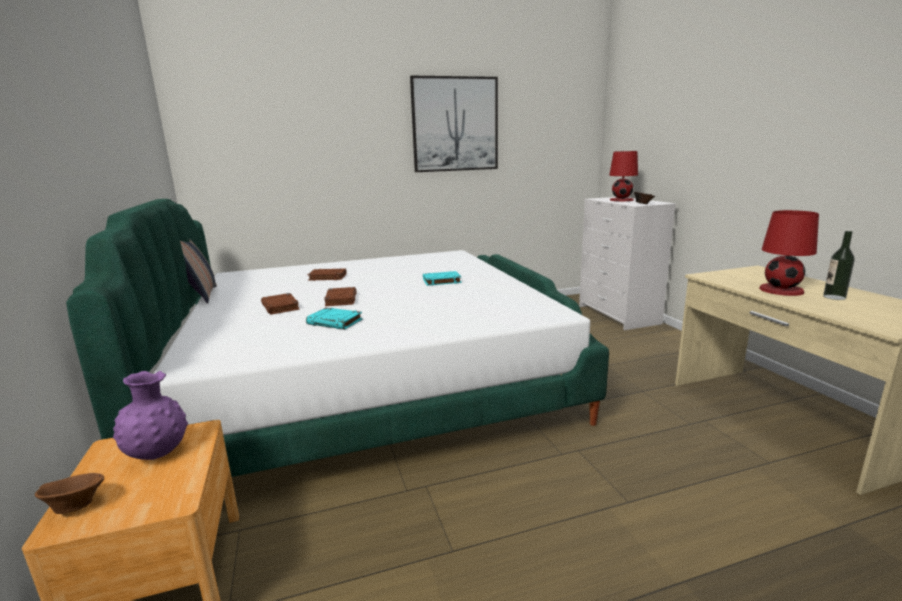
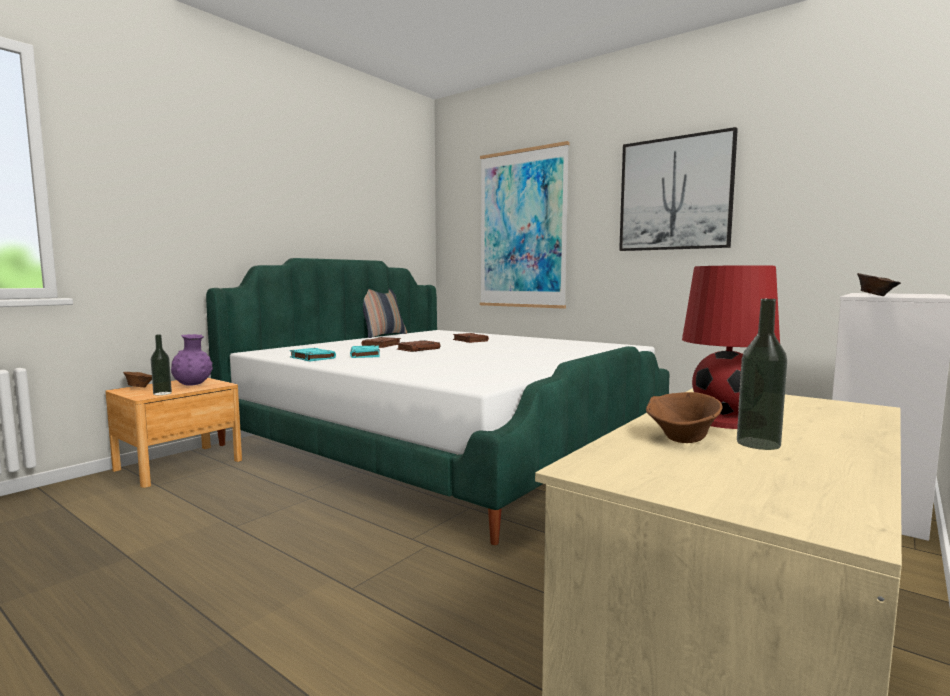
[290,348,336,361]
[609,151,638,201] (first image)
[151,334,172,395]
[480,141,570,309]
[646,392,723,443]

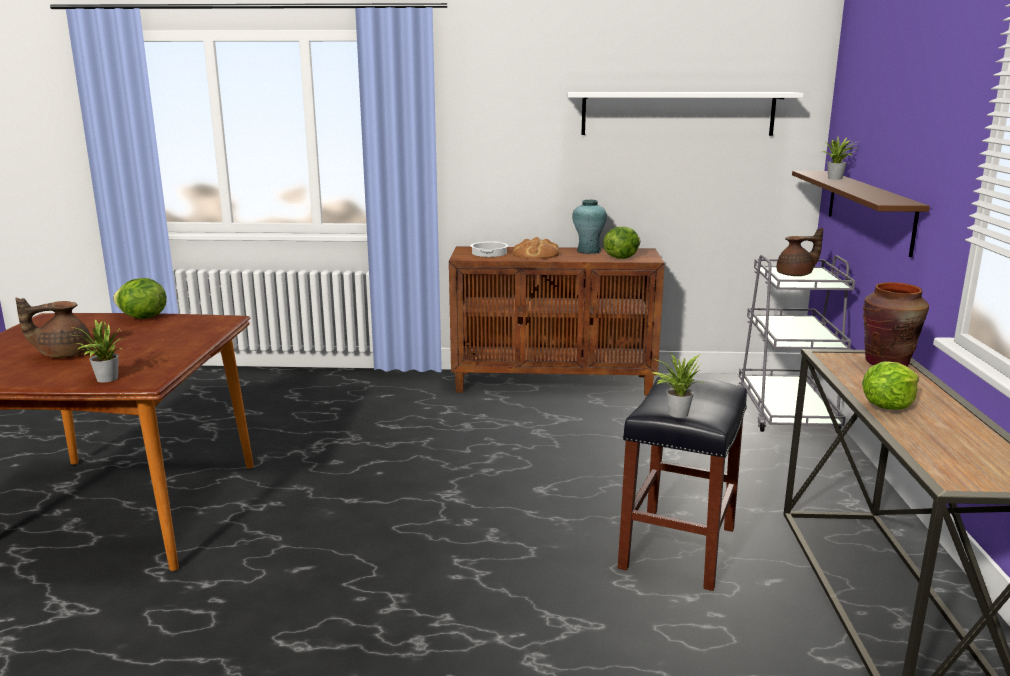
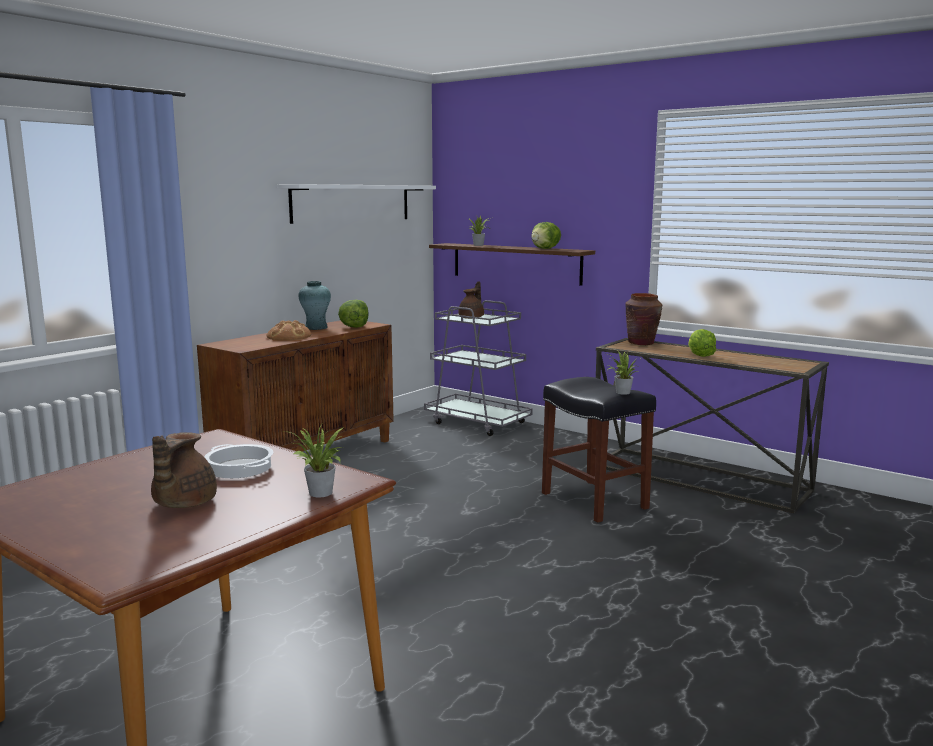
[531,222,561,249]
[204,444,274,478]

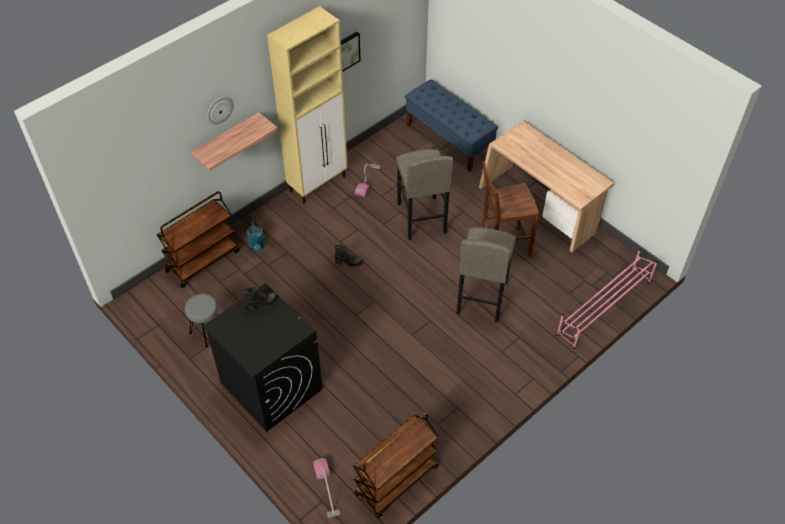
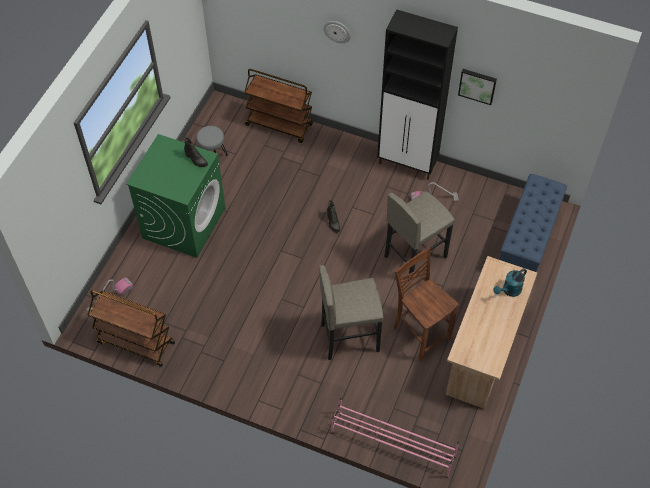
[191,112,278,171] (first image)
[126,134,225,258]
[493,268,527,297]
[377,9,458,180]

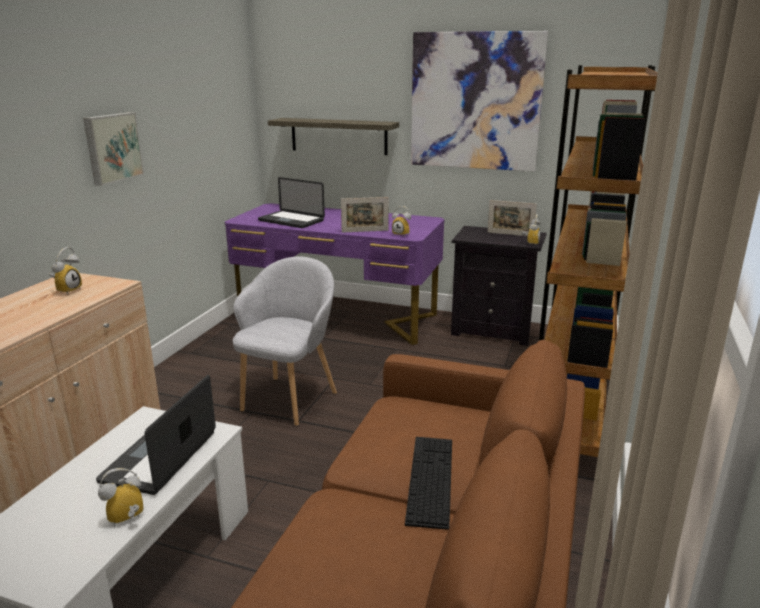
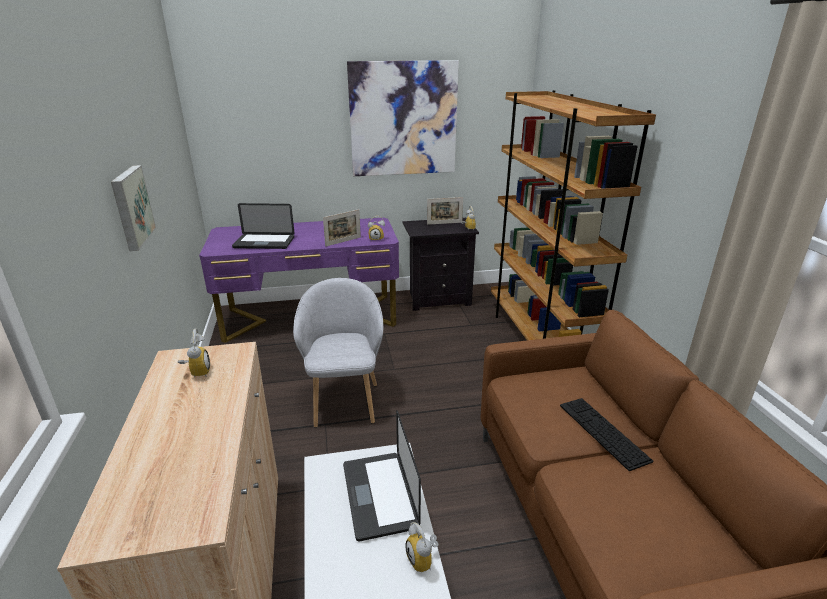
[405,522,438,572]
[268,118,399,155] (first image)

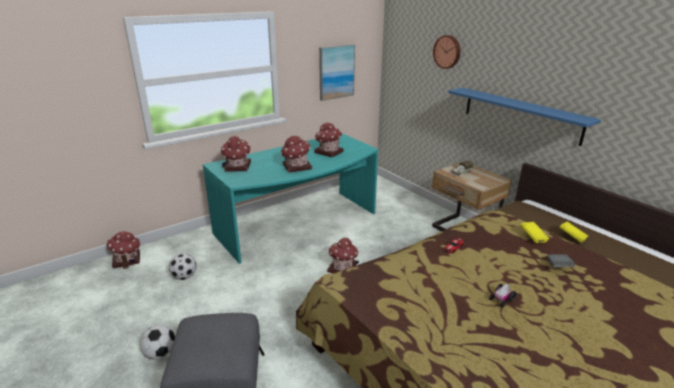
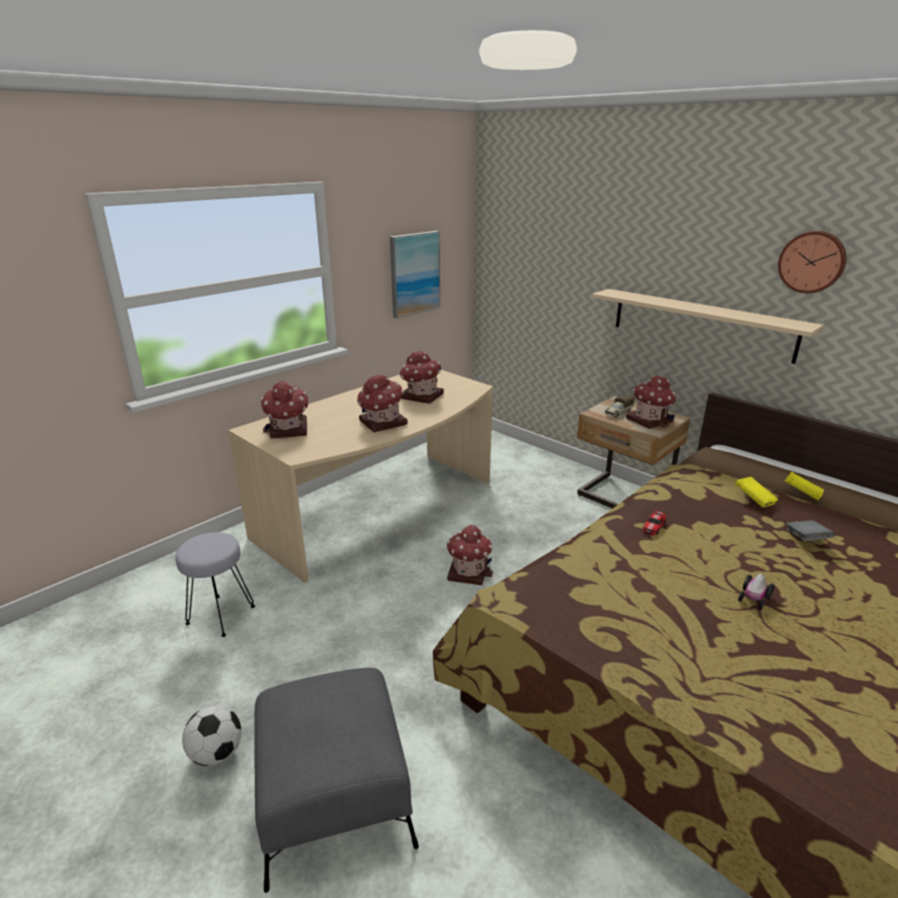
[626,376,676,429]
[176,532,255,637]
[228,370,493,583]
[778,231,847,293]
[592,289,824,364]

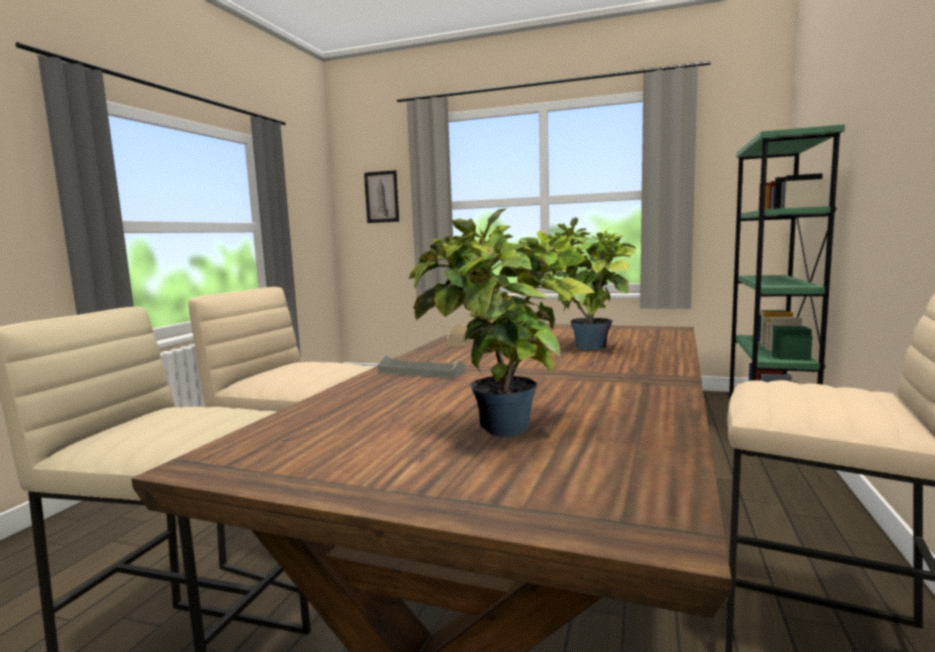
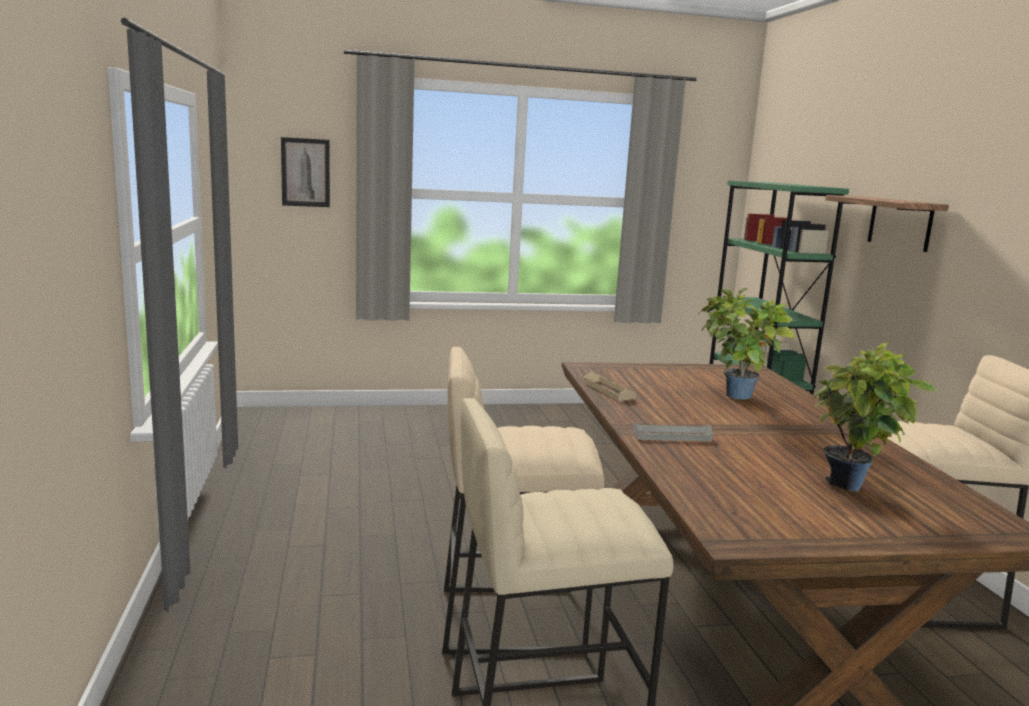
[826,195,949,252]

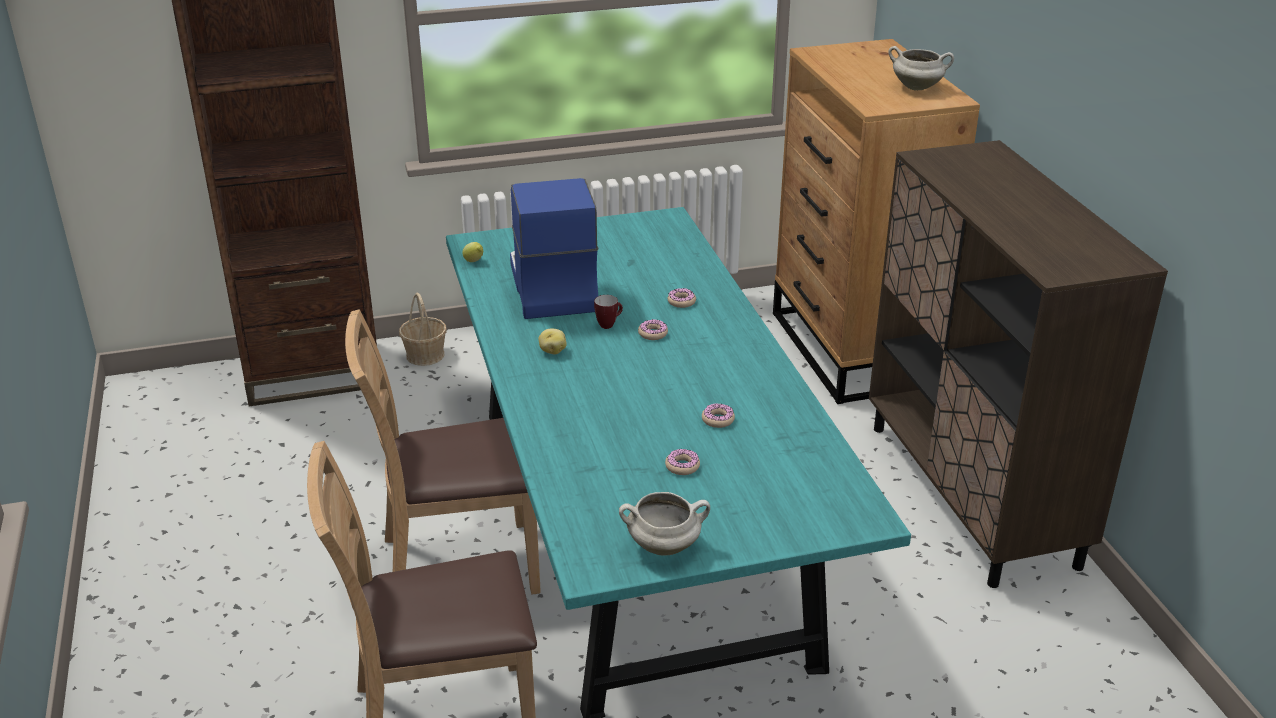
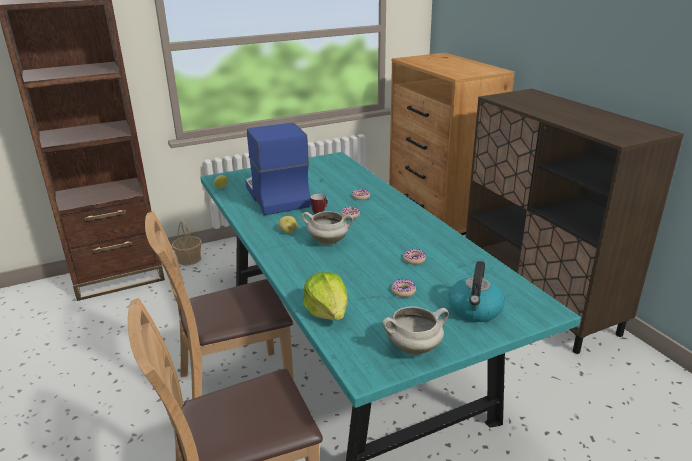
[302,211,354,245]
[303,272,348,320]
[449,261,505,322]

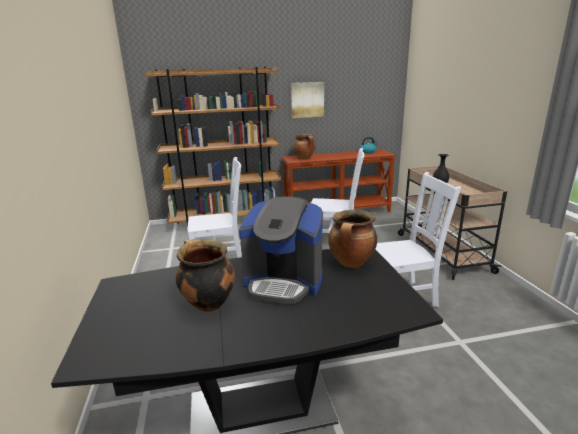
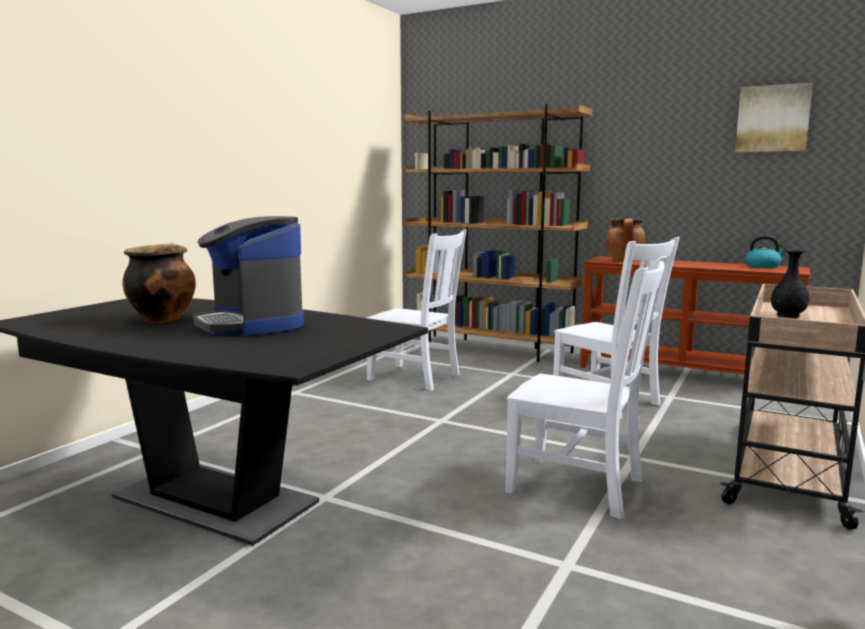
[735,83,813,152]
[328,210,377,268] (first image)

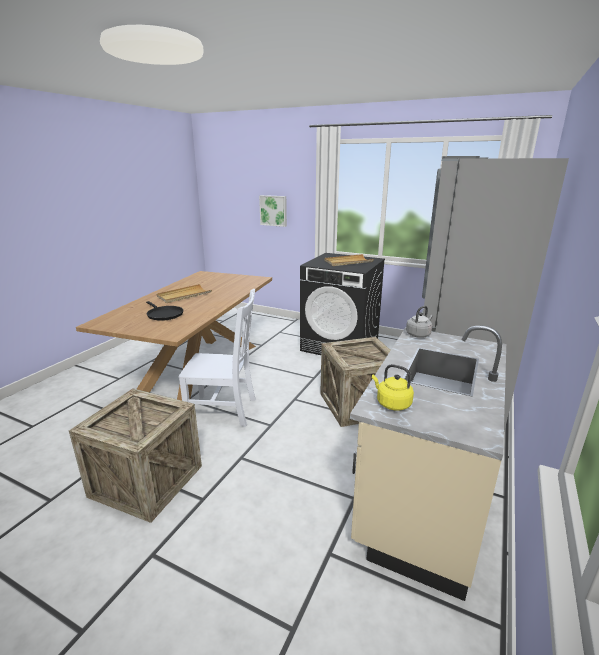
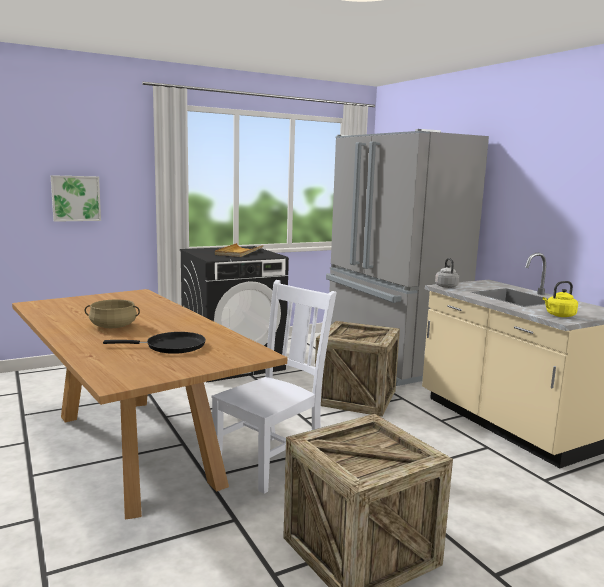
[85,299,140,328]

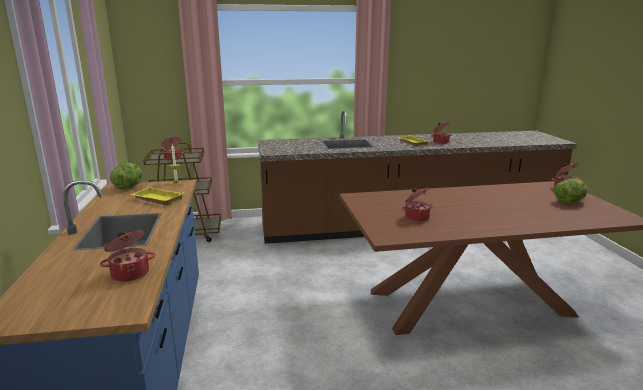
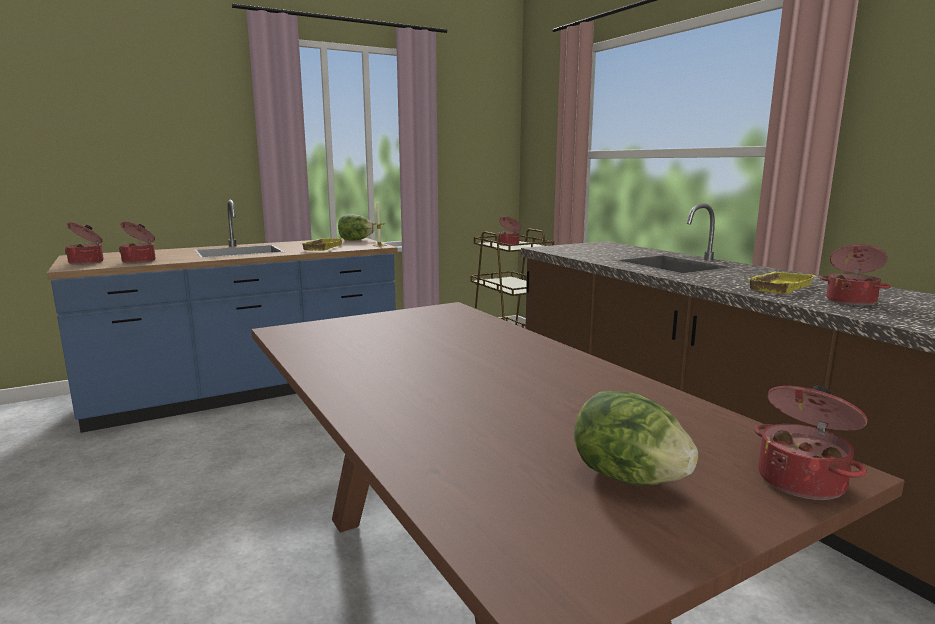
[64,222,104,265]

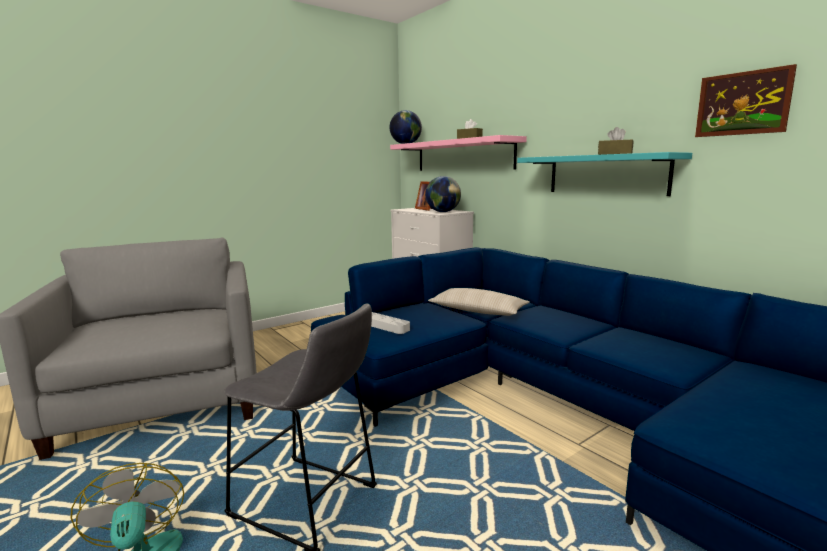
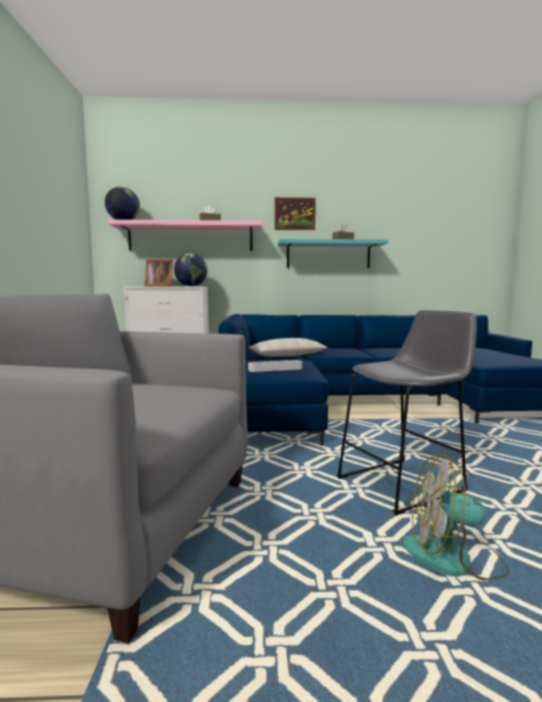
[274,197,316,230]

